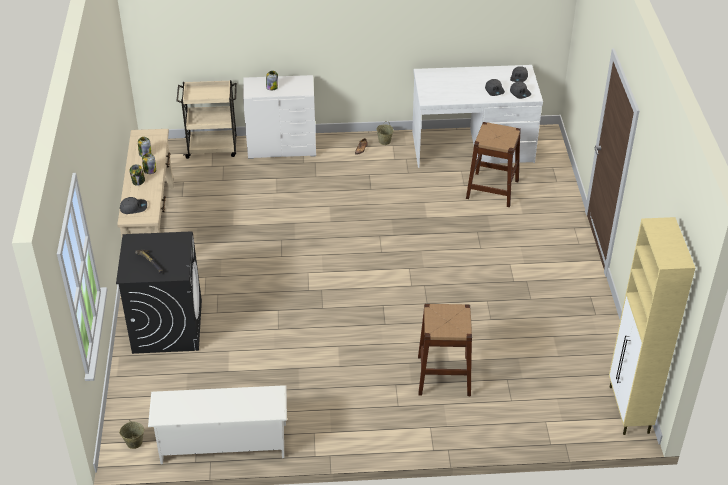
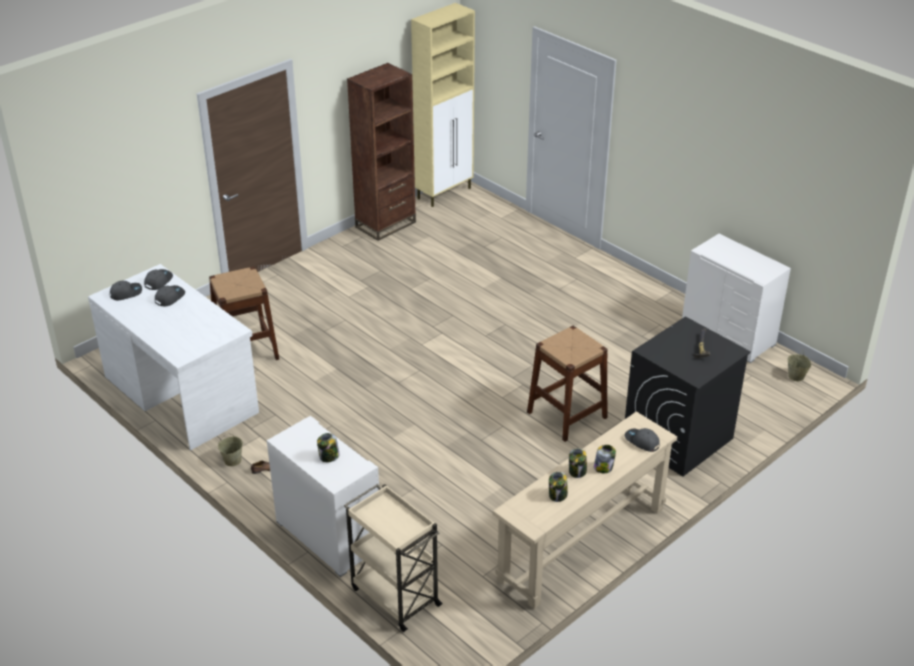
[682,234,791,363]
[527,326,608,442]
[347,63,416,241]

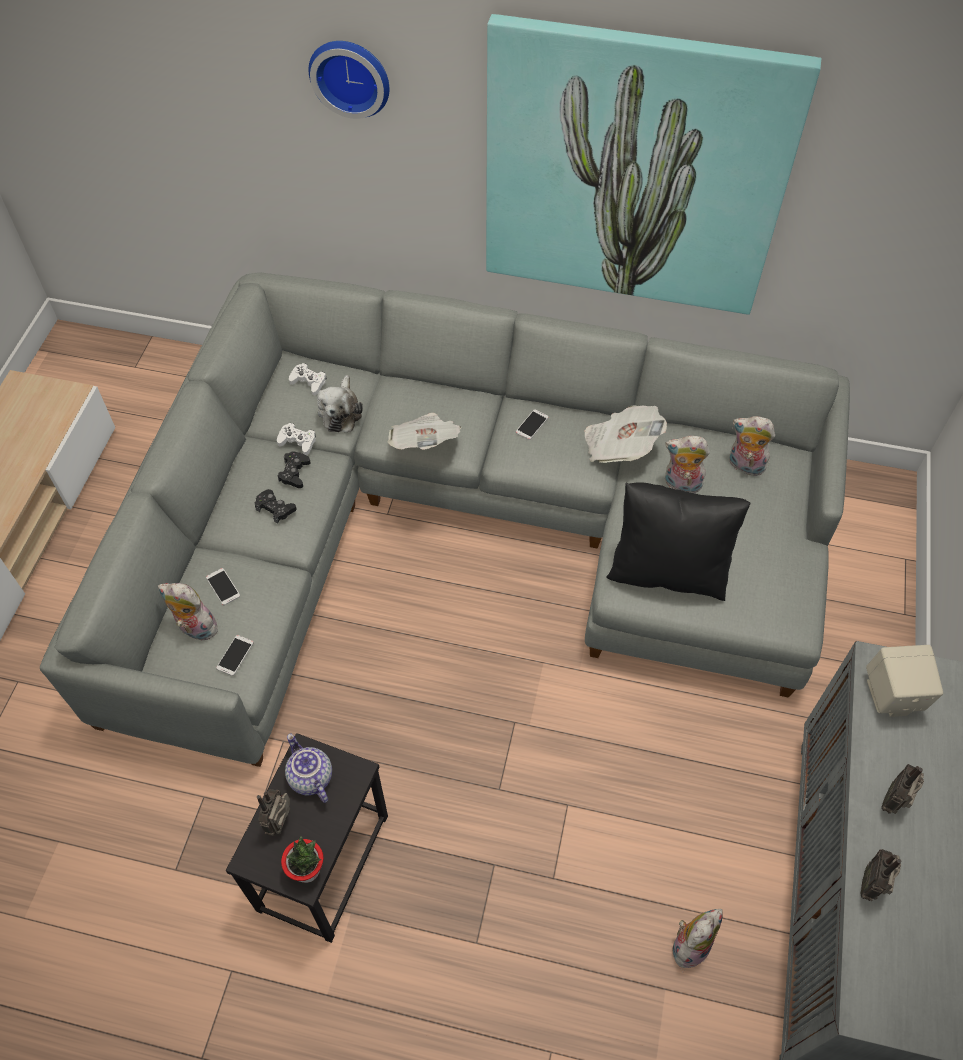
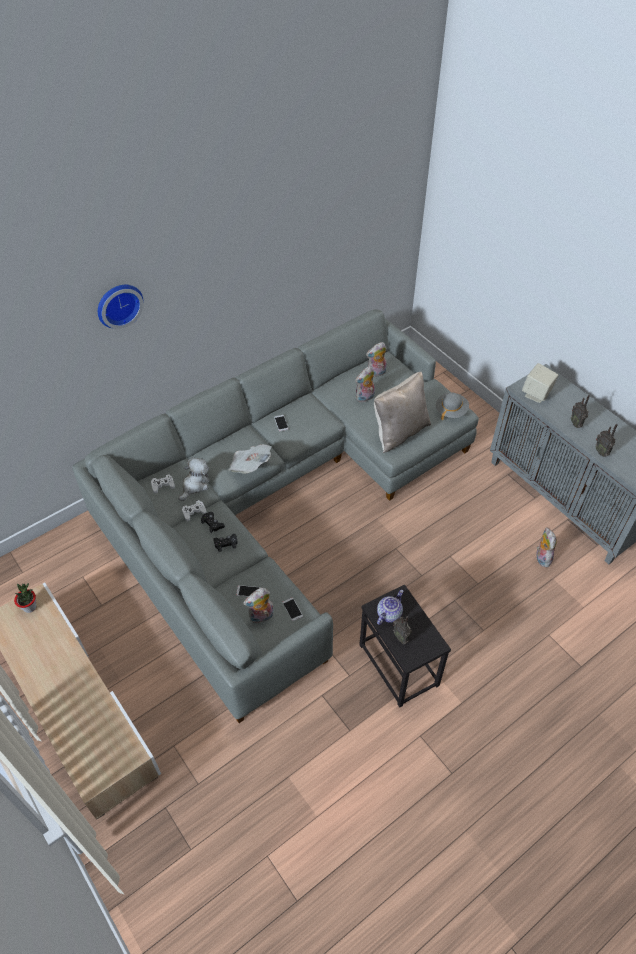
[14,583,36,613]
[377,590,403,625]
[178,457,209,501]
[486,14,822,315] (first image)
[584,405,667,463] (first image)
[374,372,431,453]
[436,392,469,421]

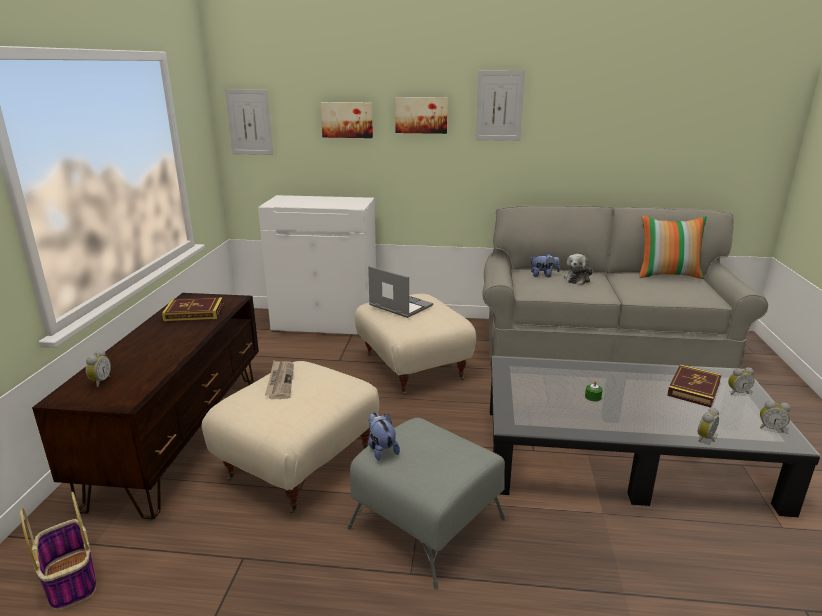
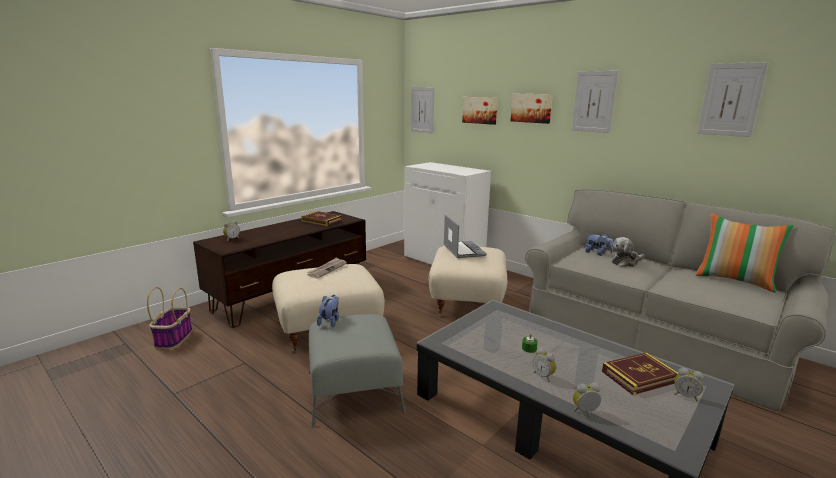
[533,348,556,382]
[697,62,769,137]

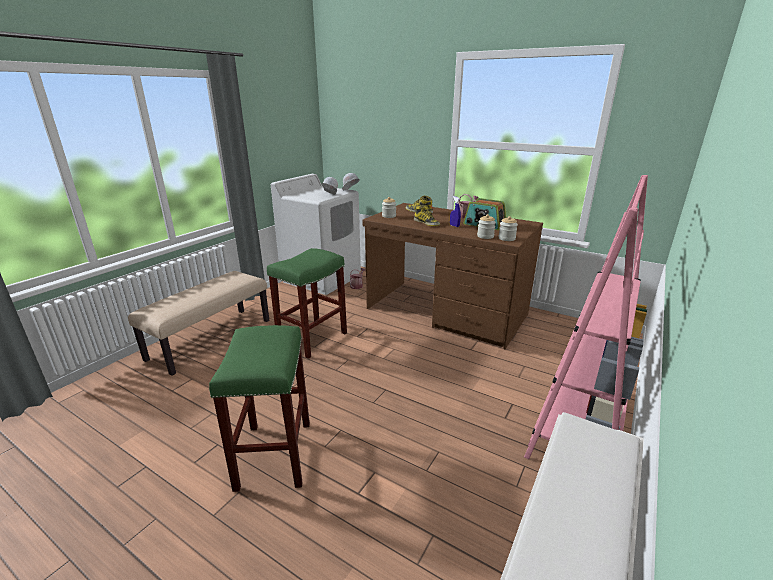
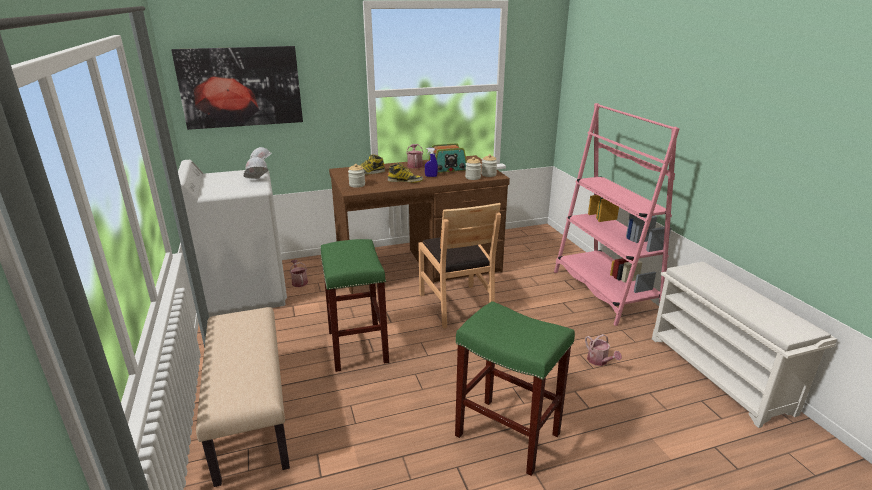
[171,46,303,130]
[419,203,501,328]
[585,334,622,366]

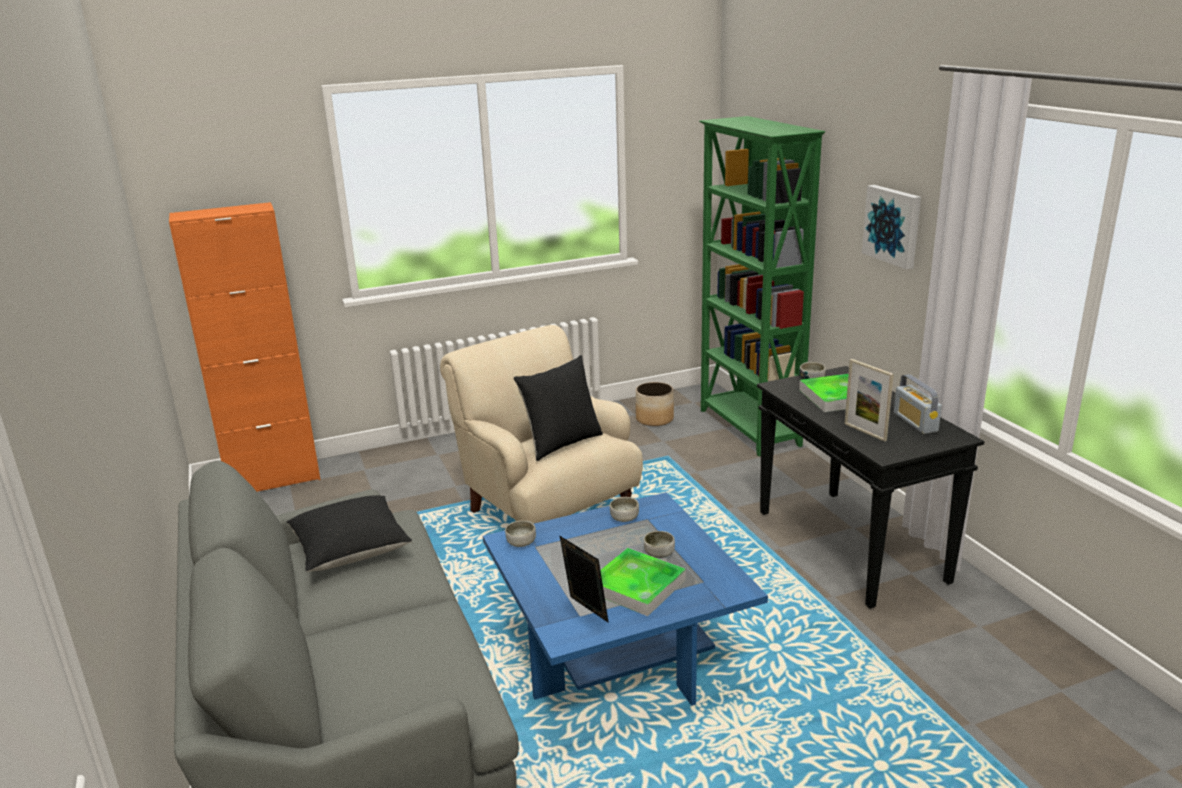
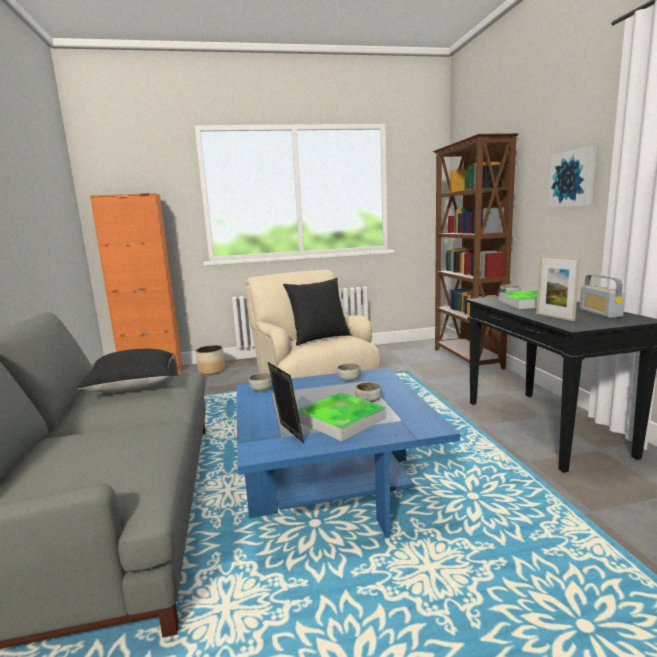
[196,345,225,375]
[433,133,519,370]

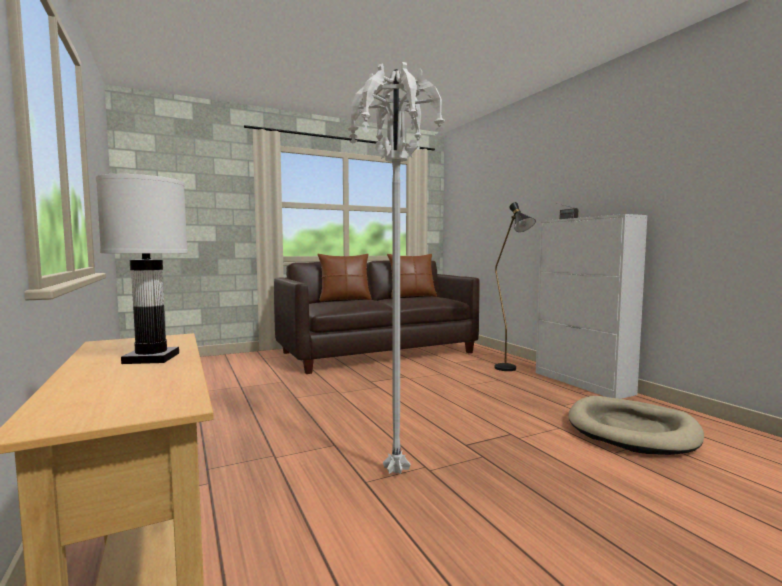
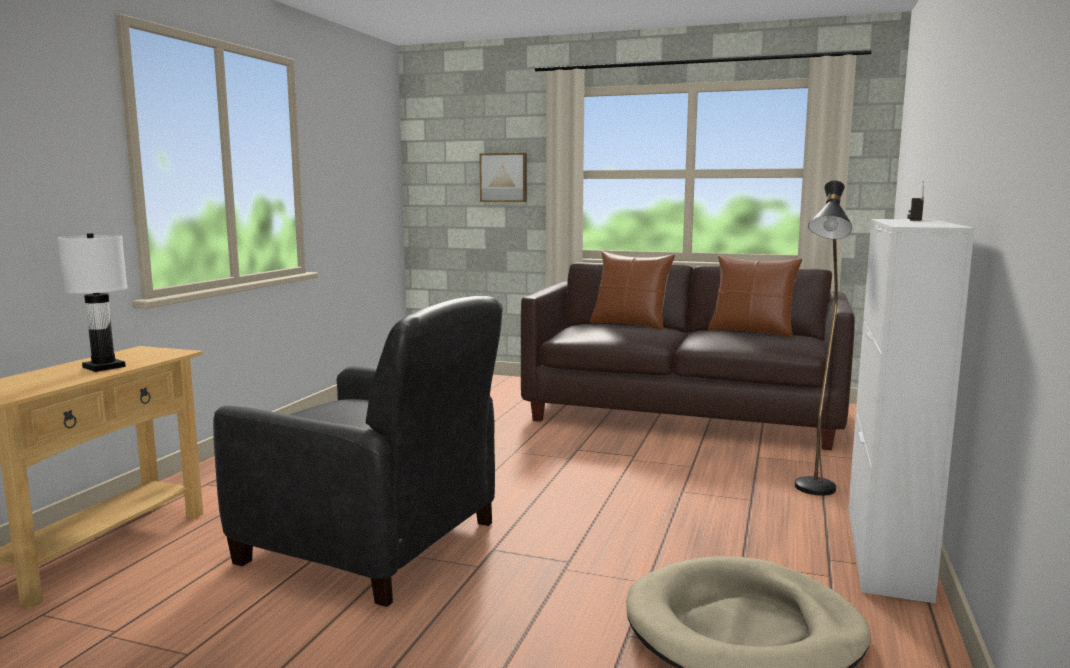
[213,296,503,607]
[479,153,527,202]

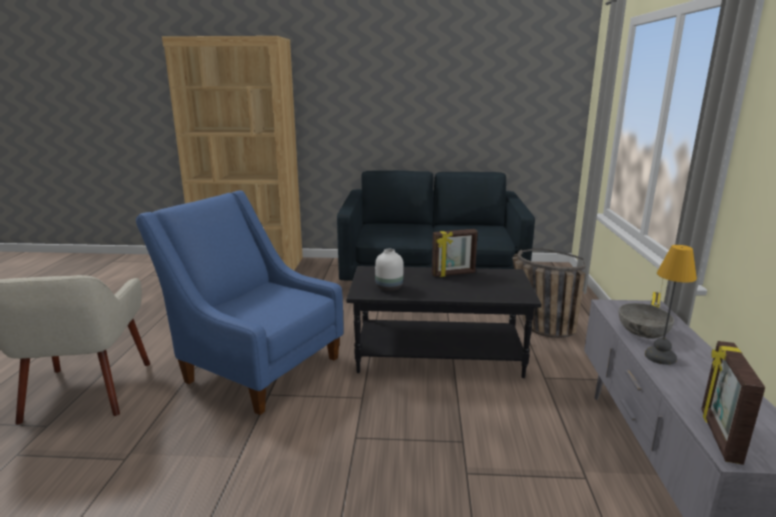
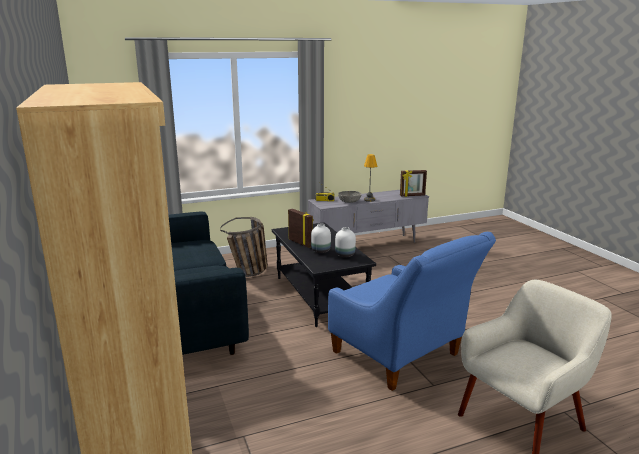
[328,232,496,391]
[311,223,331,253]

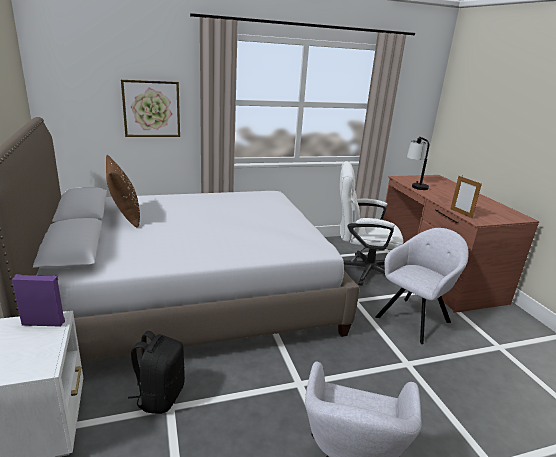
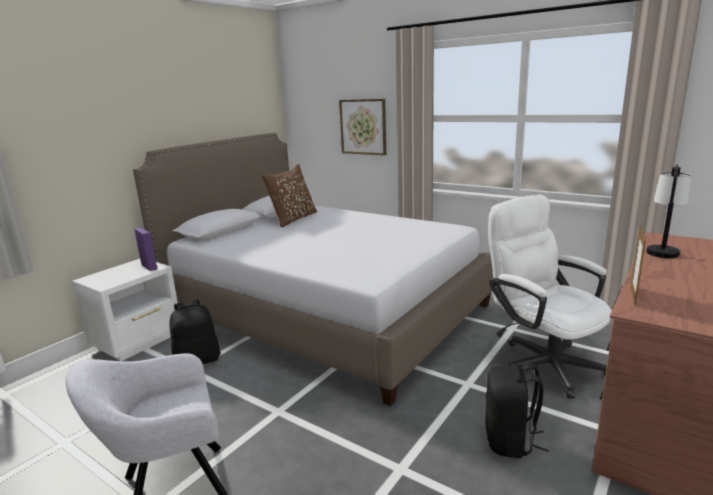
[485,363,549,458]

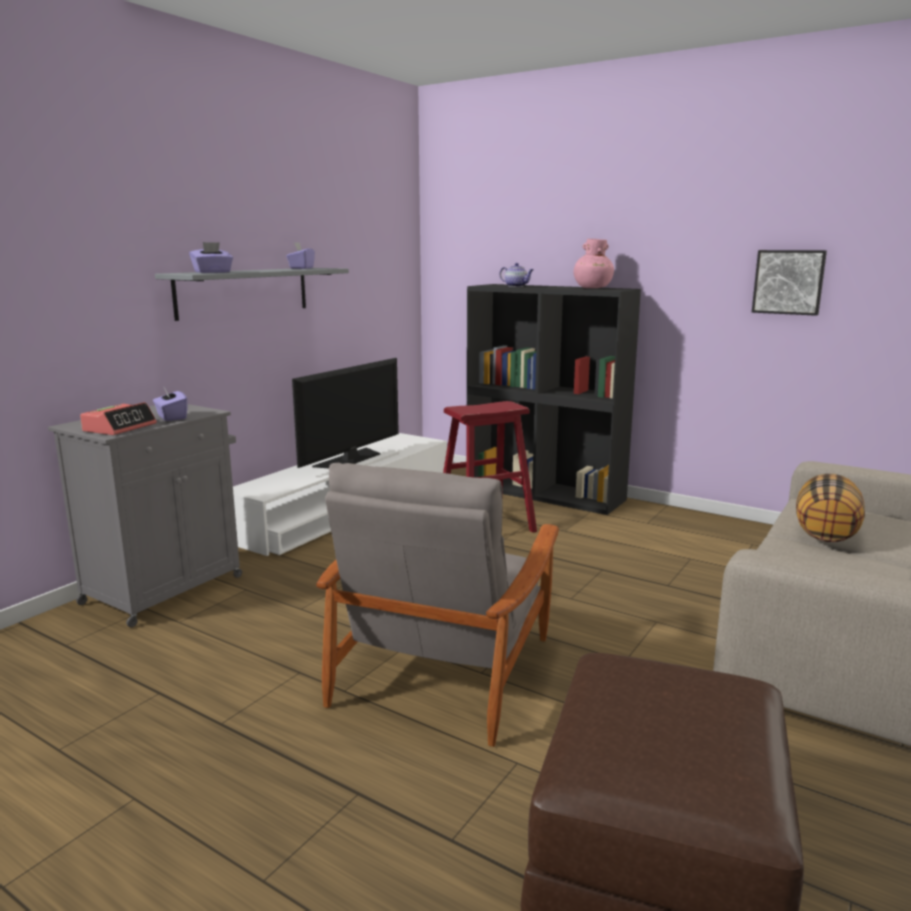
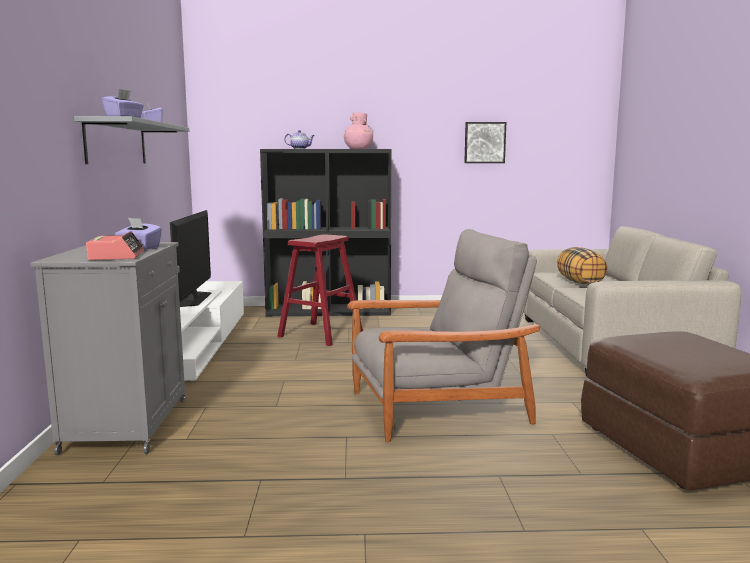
[347,229,540,442]

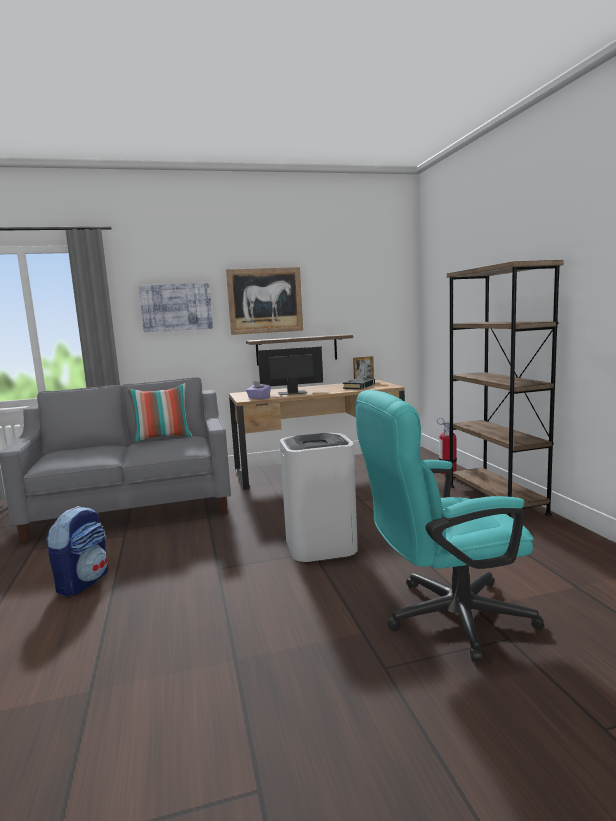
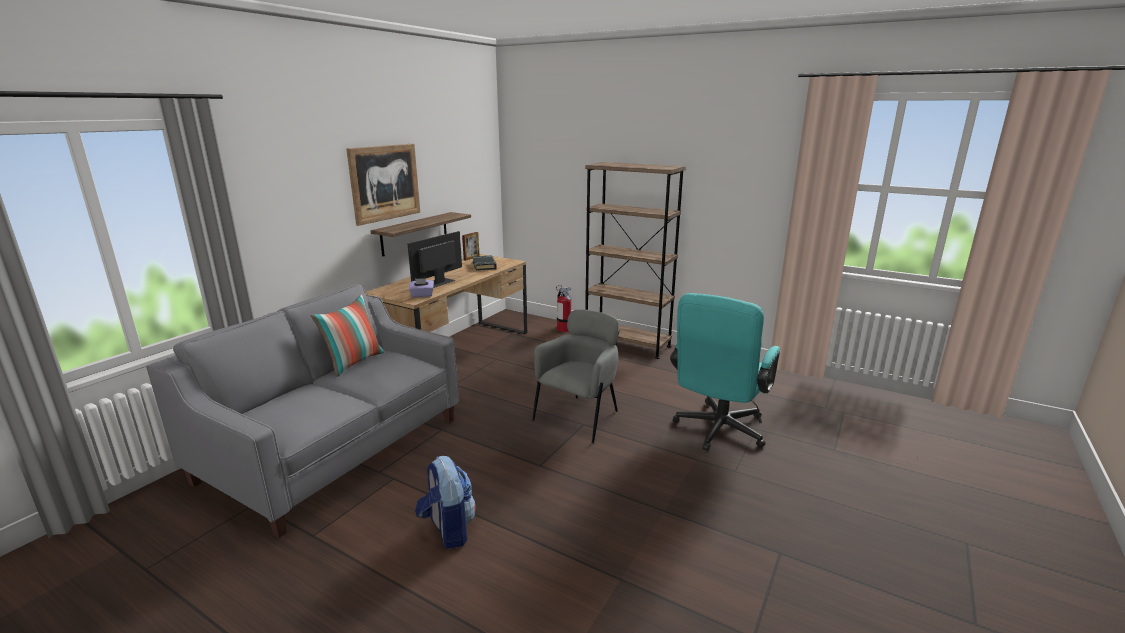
[139,283,213,332] (first image)
[532,309,619,443]

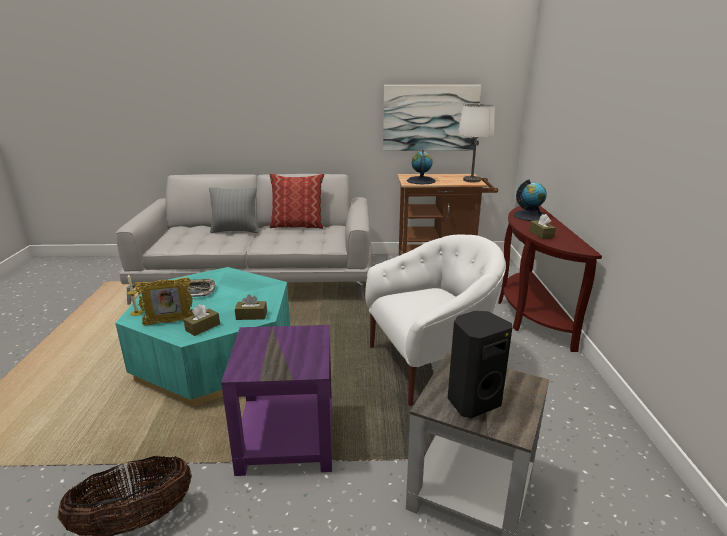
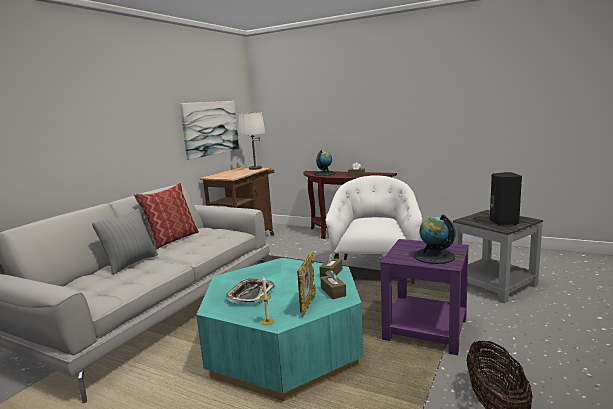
[414,214,456,264]

